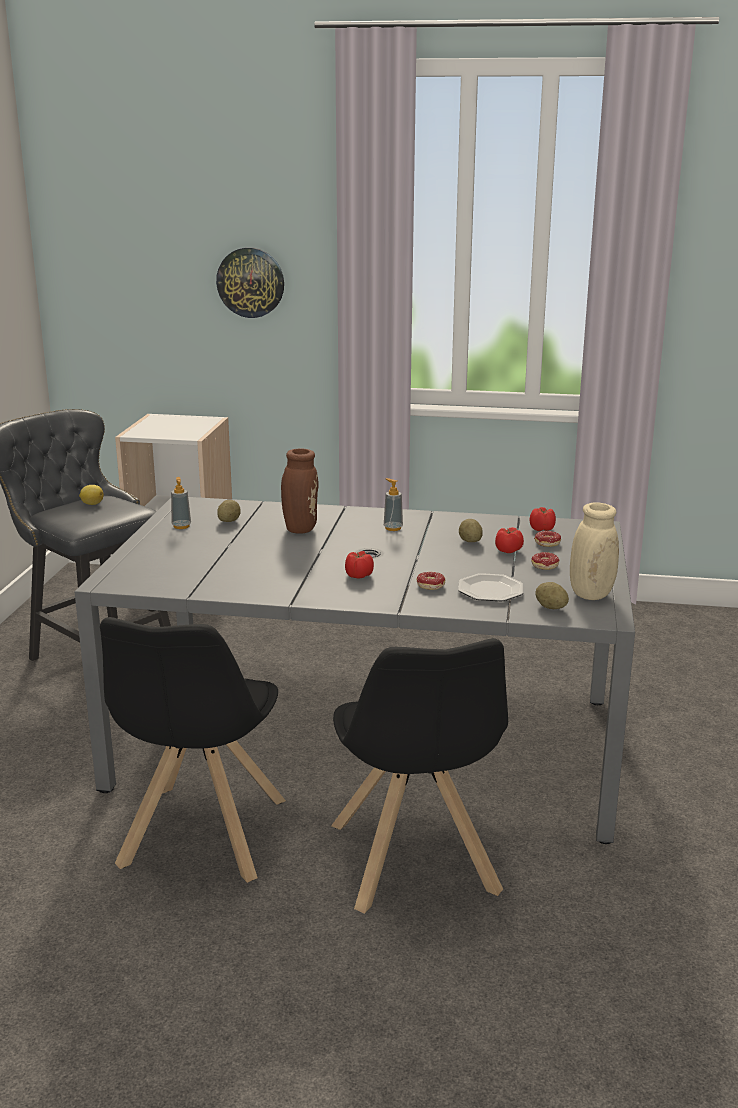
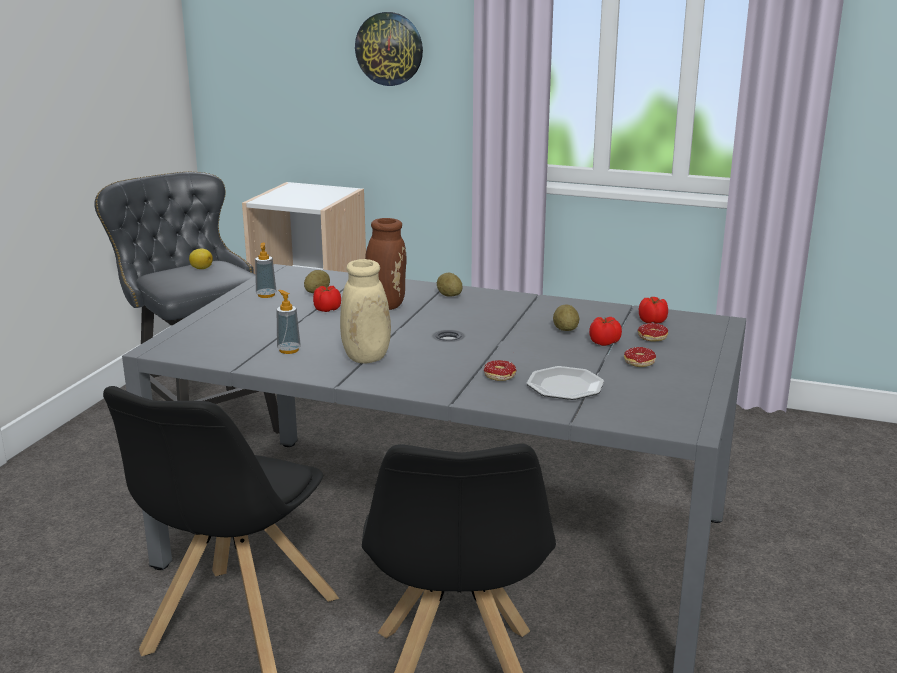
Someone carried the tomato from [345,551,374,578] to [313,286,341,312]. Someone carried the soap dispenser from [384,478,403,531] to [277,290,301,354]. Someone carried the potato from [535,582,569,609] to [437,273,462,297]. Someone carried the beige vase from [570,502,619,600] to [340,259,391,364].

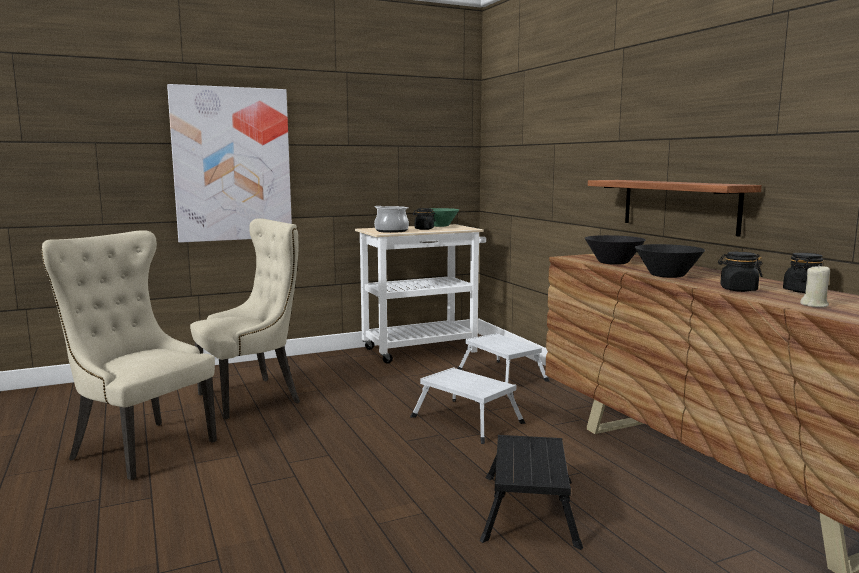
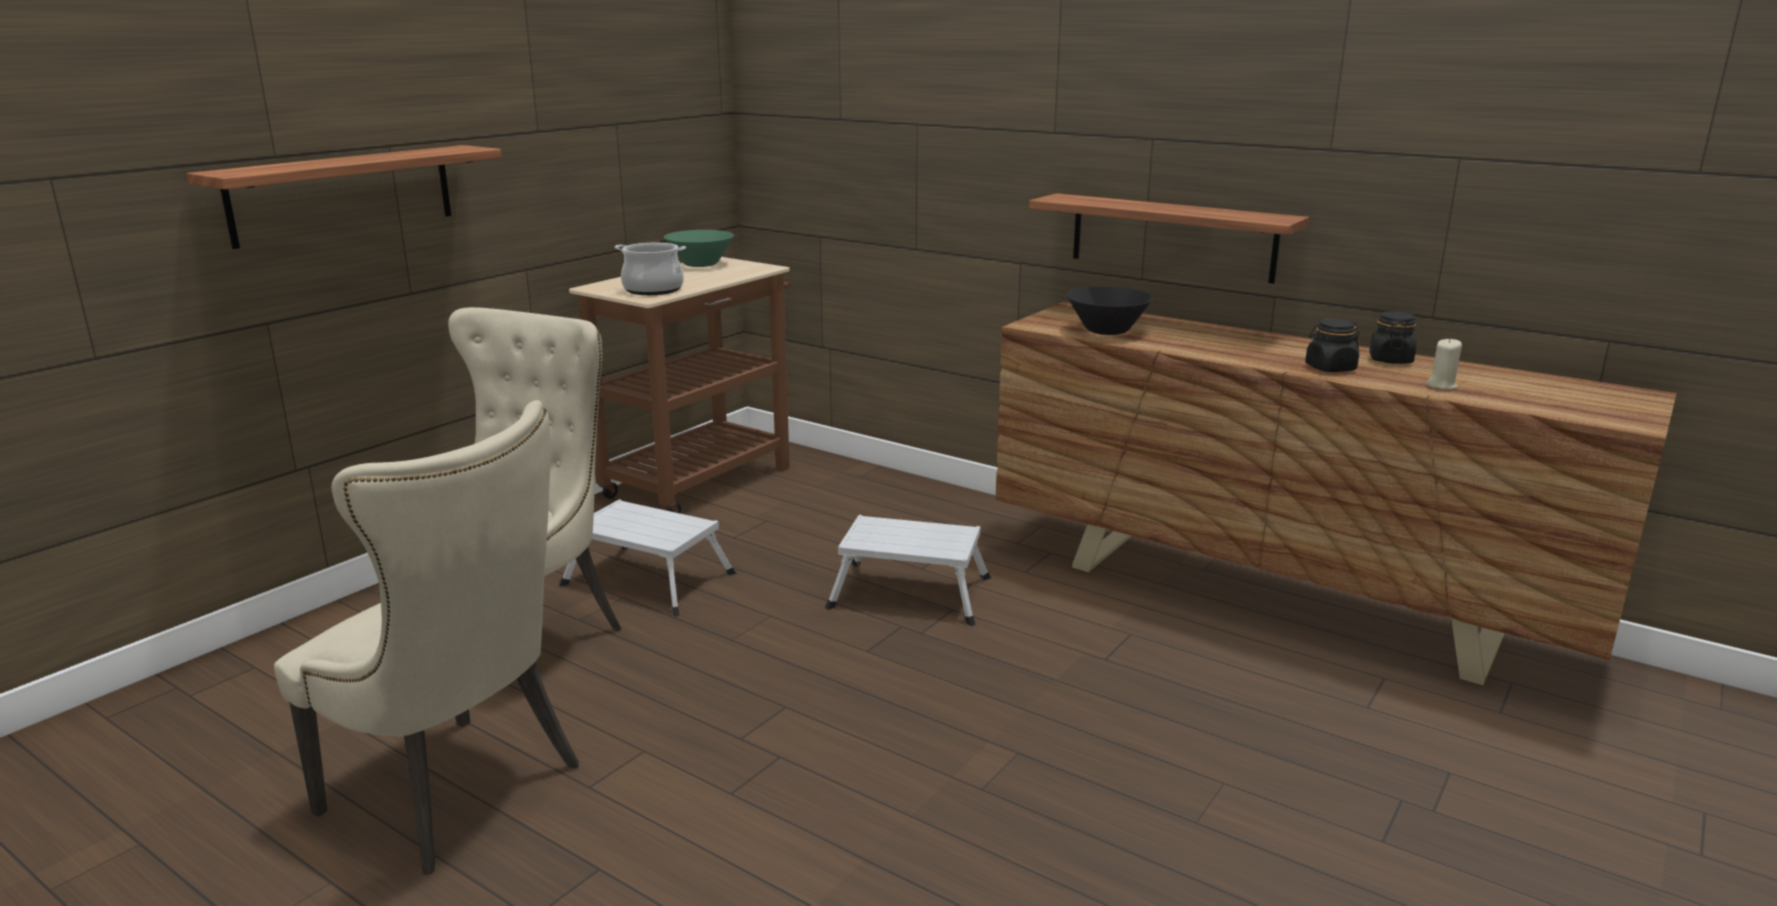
Someone rotated the beige chair at [41,230,217,480] by 150 degrees counterclockwise. Someone swapped the picture at [167,84,292,243] for the shelf at [186,145,502,249]. Someone repainted the white cart at [355,224,486,364], which became the brown cart at [569,257,791,513]. Someone took away the black jar at [413,208,436,230]. Someone carried the white step ladder from [457,333,550,383] to [559,499,737,617]. Someone took away the black step ladder at [480,435,583,550]. Someone took away the black bowl at [635,244,705,278].

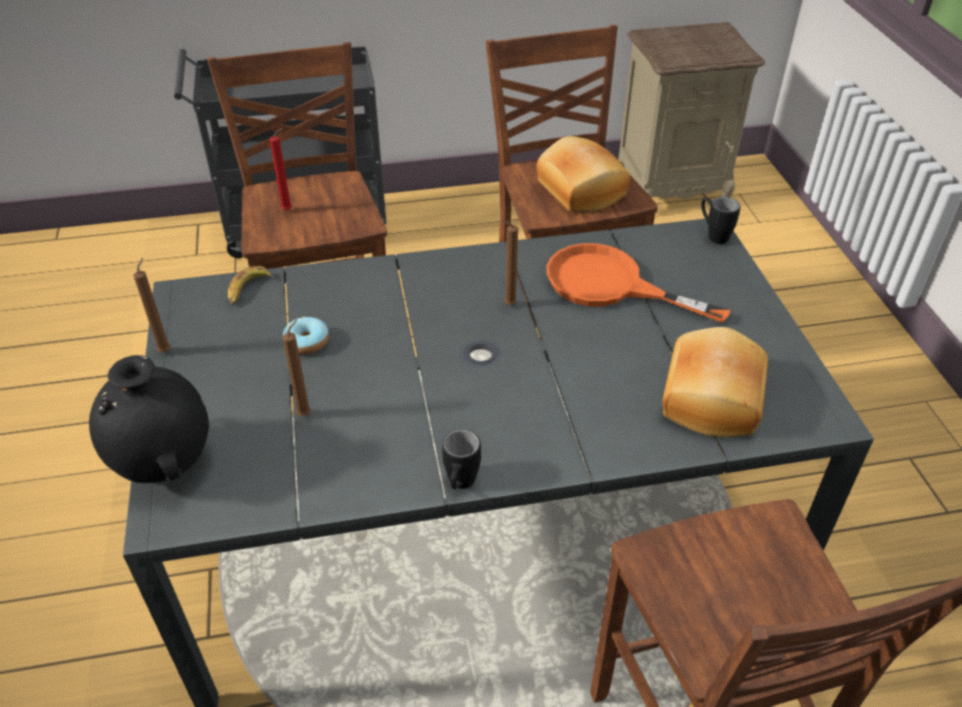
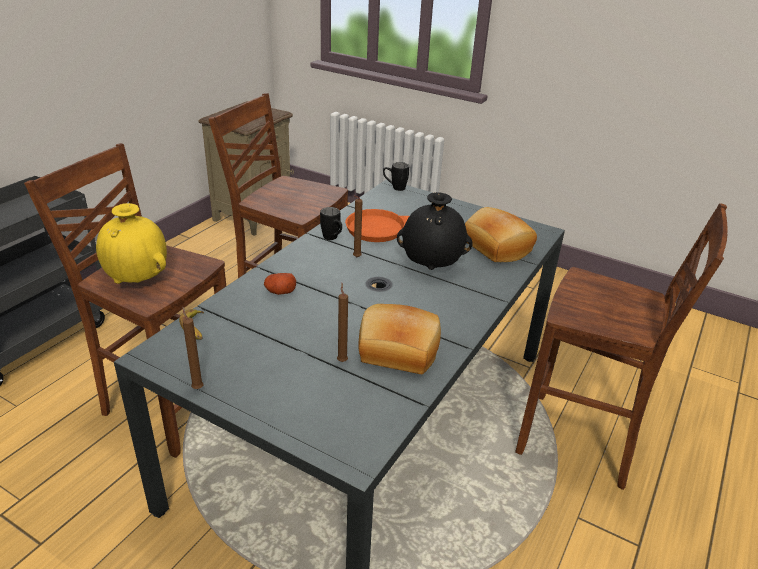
Someone carried the black vase from [89,355,209,483] to [397,192,473,270]. Someone swapped the red candle at [269,128,292,211] for the yellow vase at [96,203,167,284]. Someone took away the donut at [283,317,329,354]. Someone carried the black mug from [442,429,481,489] to [320,207,342,240]. Someone carried the bread from [536,136,630,212] to [358,304,441,374]. Someone put down the potato at [264,273,296,295].

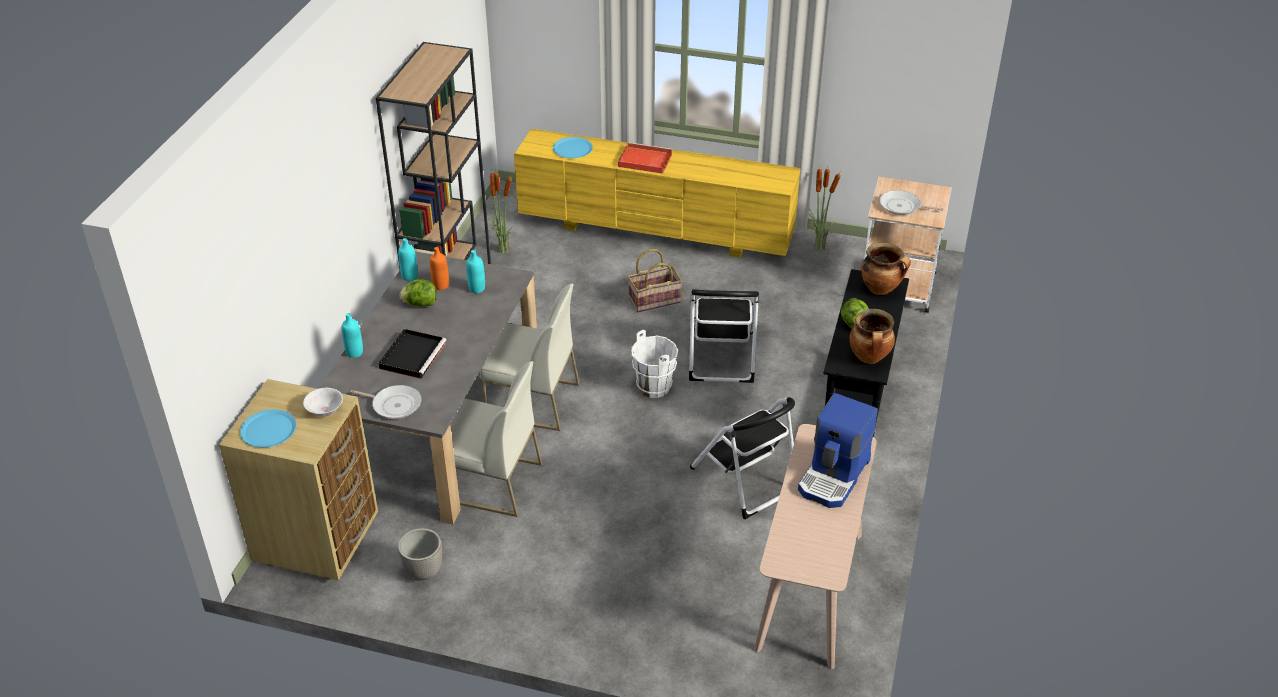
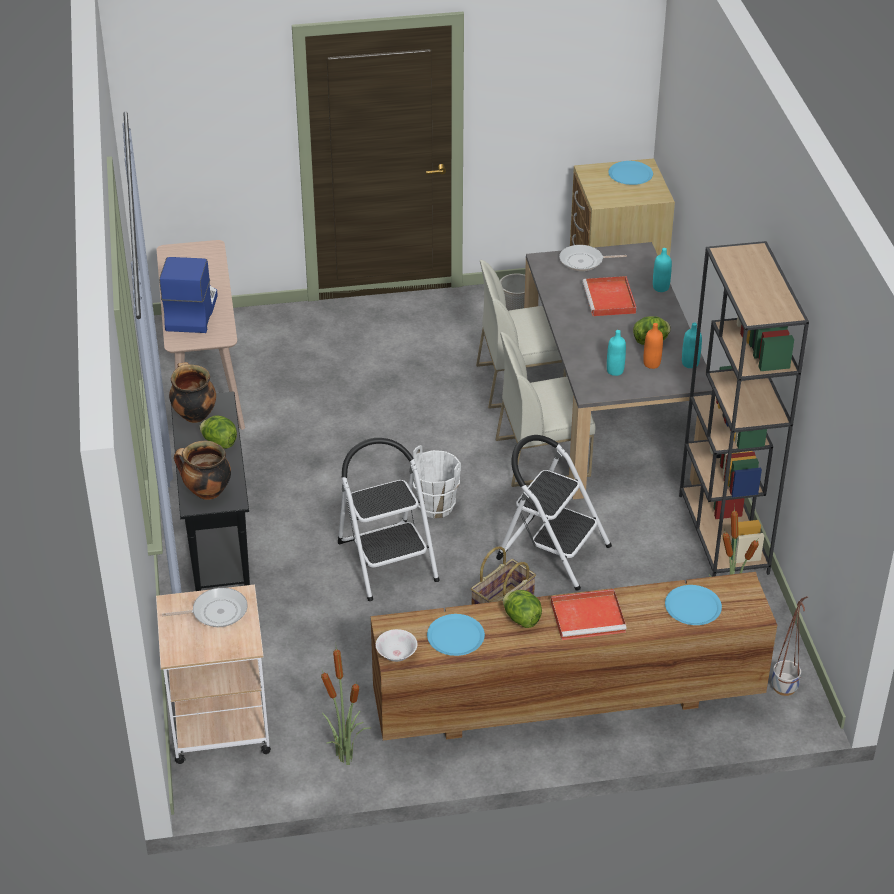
Someone carried the white bowl from [303,388,343,417] to [376,629,417,662]. Someone repainted the black tray at [379,329,446,379], which became the red tray at [582,276,636,316]. Someone repainted the yellow cabinet at [514,129,800,258], which became the brown cabinet at [371,572,777,741]. Someone carried the step ladder from [690,397,795,519] to [496,435,612,591]. Someone put down the blue plate at [427,614,485,656]. Someone put down the lettuce at [503,590,542,628]. Someone put down the planter at [771,597,808,696].

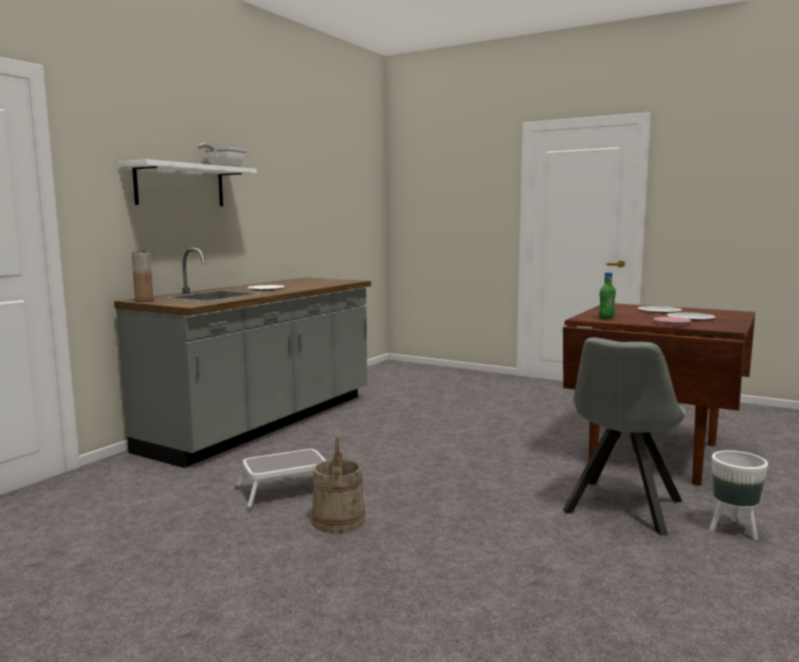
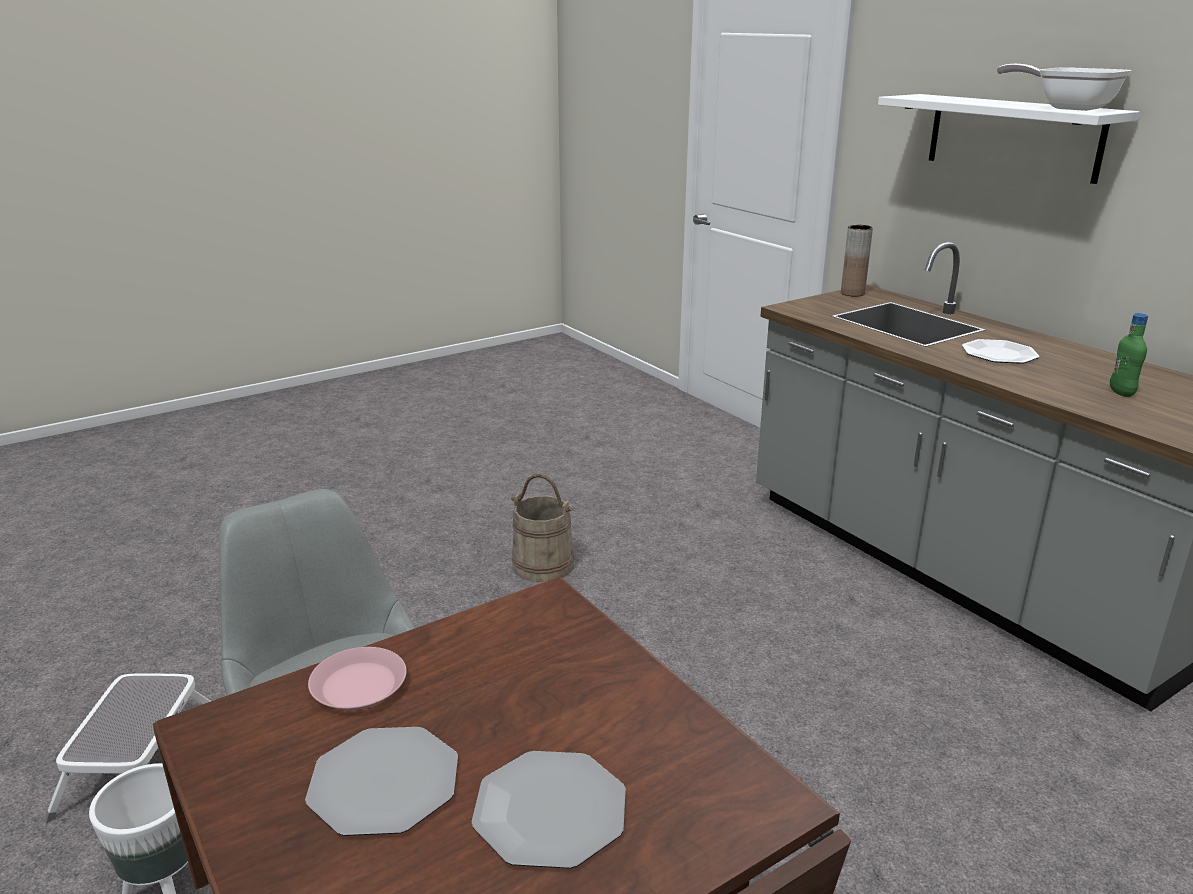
Someone carried the grey step ladder from [234,449,326,513] to [45,673,211,823]. Someone carried the green bottle from [599,272,616,319] to [1110,313,1148,397].

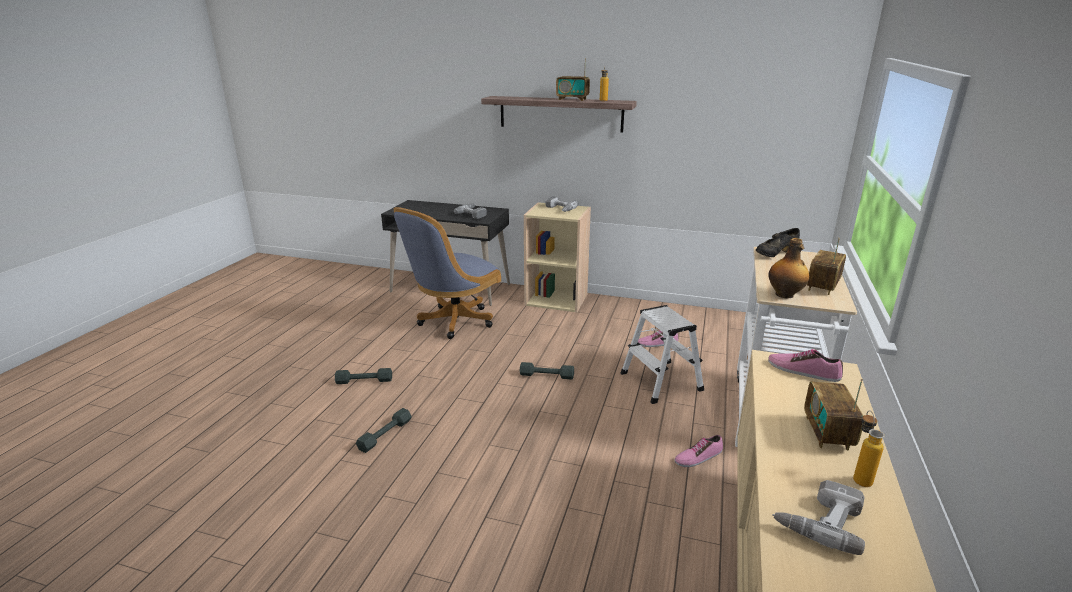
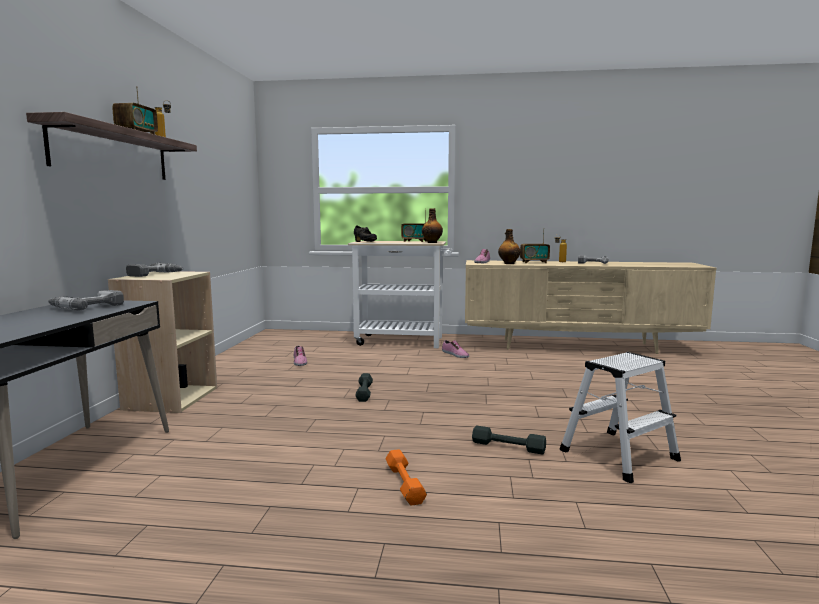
Someone repainted the grey dumbbell at [335,368,392,384], which became the orange dumbbell at [386,449,427,505]. Someone took away the blue office chair at [394,207,501,339]. Someone carried the white step ladder from [620,305,704,404] to [560,352,681,483]. Someone put down the bottle at [498,229,520,264].

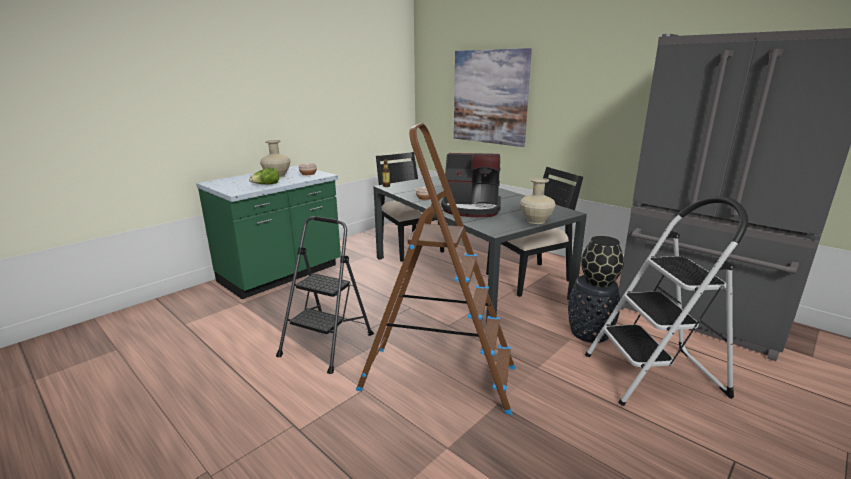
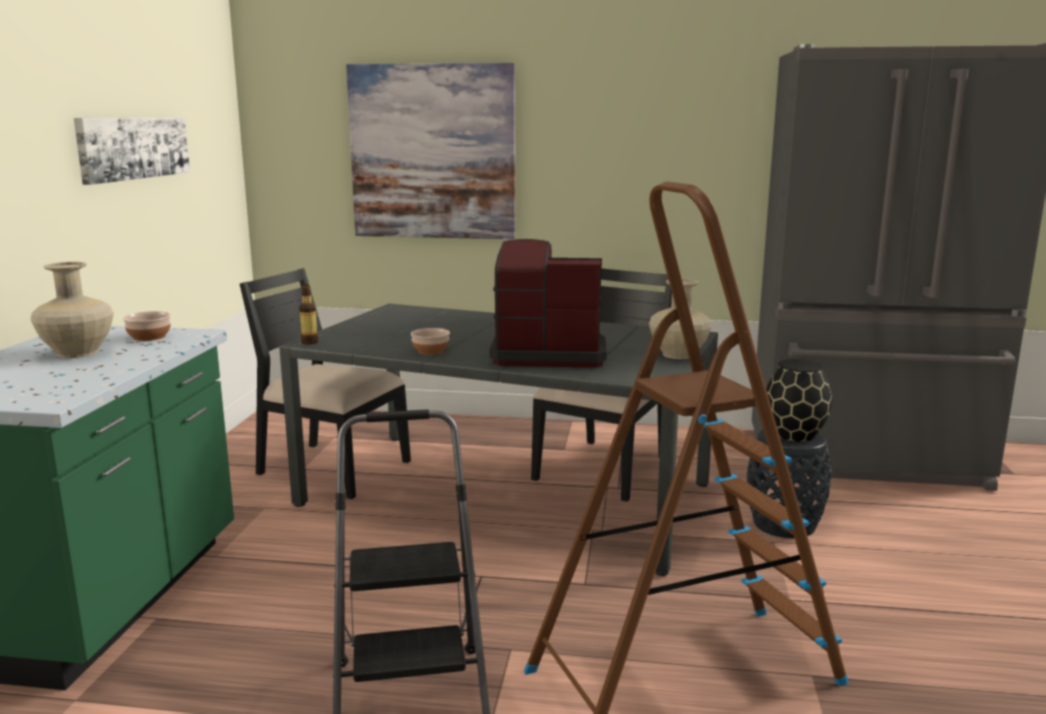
Someone took away the lettuce at [249,167,279,184]. Someone rotated the coffee machine at [441,153,501,217] by 150 degrees counterclockwise. Someone took away the step ladder at [585,197,748,406]. Someone put up the picture at [74,117,190,185].

